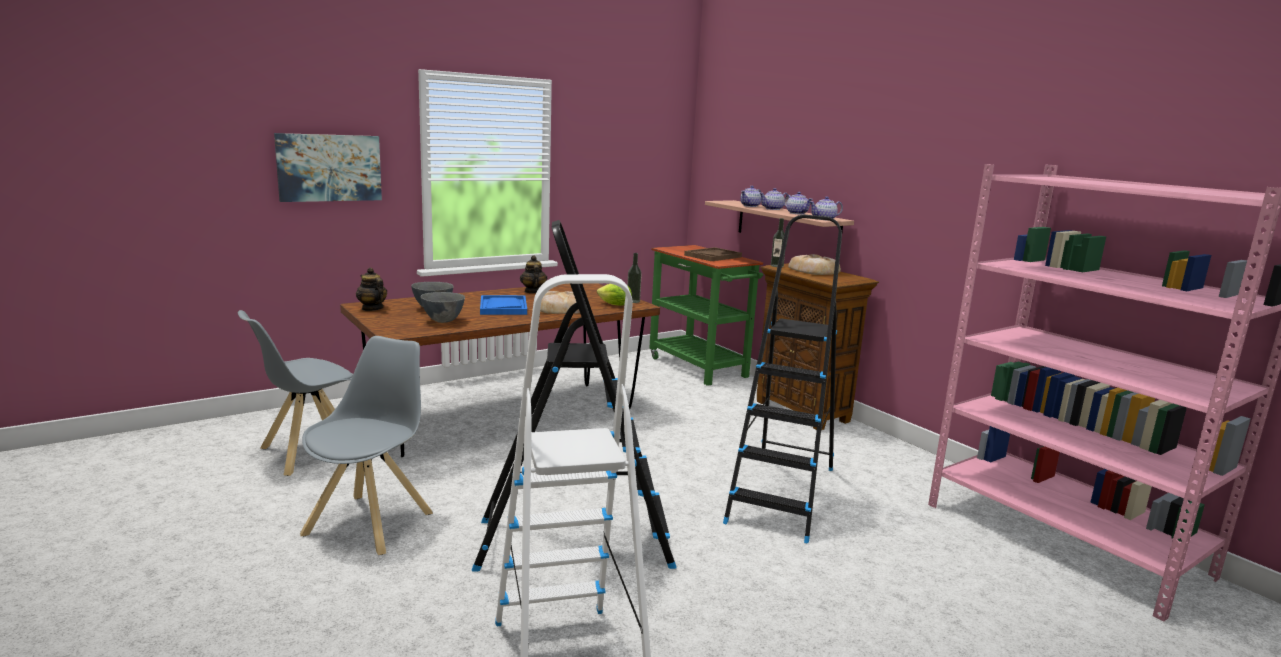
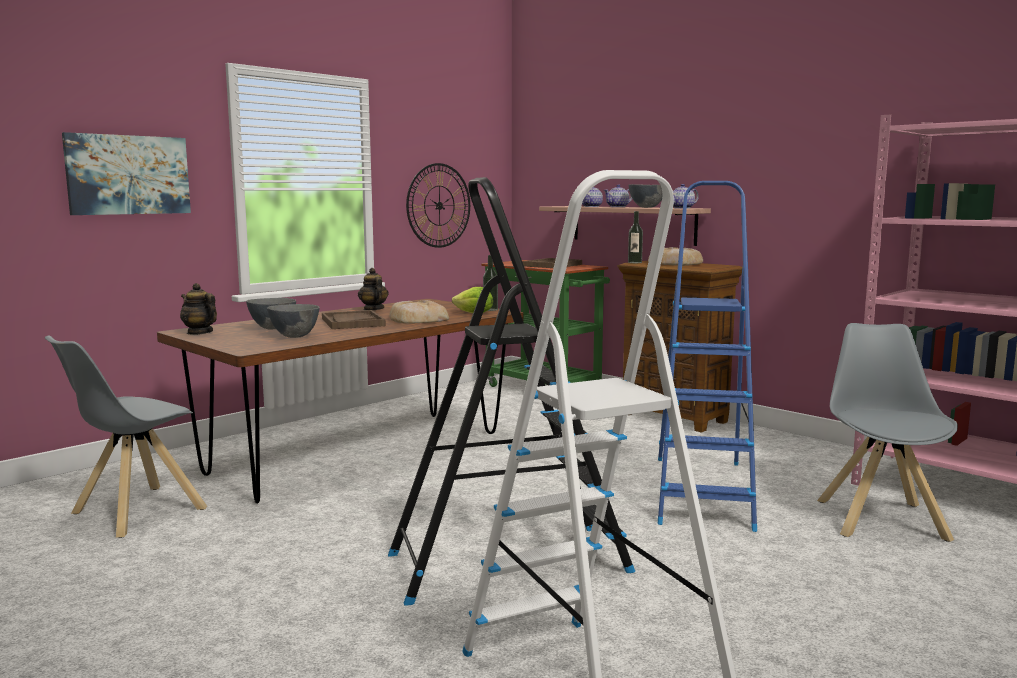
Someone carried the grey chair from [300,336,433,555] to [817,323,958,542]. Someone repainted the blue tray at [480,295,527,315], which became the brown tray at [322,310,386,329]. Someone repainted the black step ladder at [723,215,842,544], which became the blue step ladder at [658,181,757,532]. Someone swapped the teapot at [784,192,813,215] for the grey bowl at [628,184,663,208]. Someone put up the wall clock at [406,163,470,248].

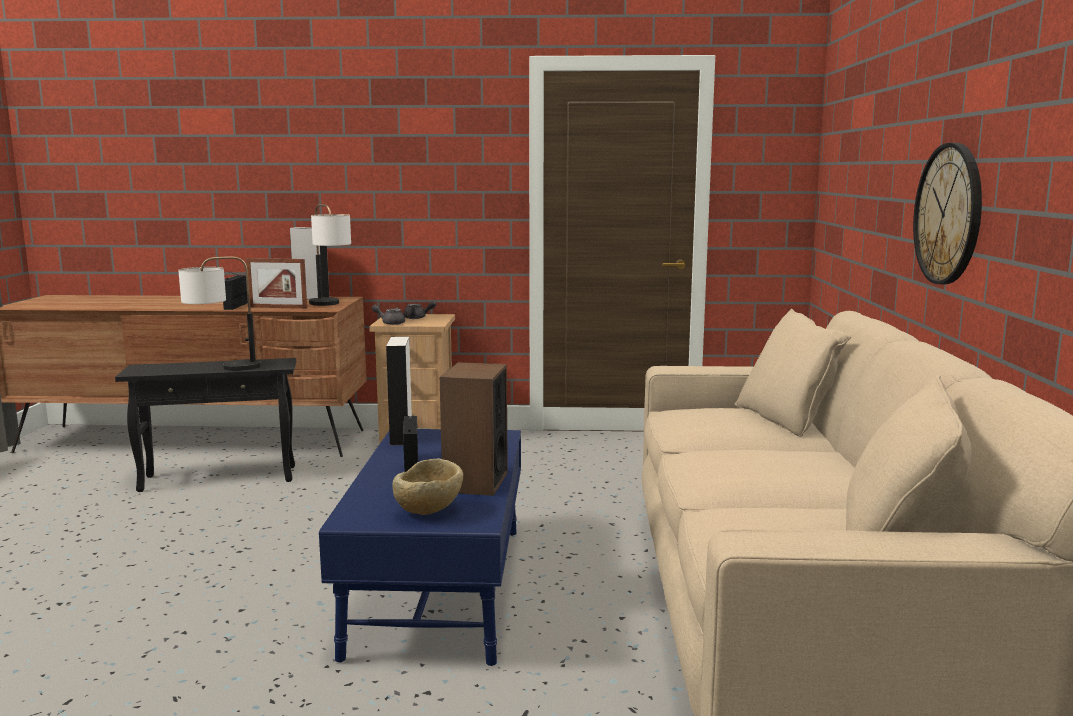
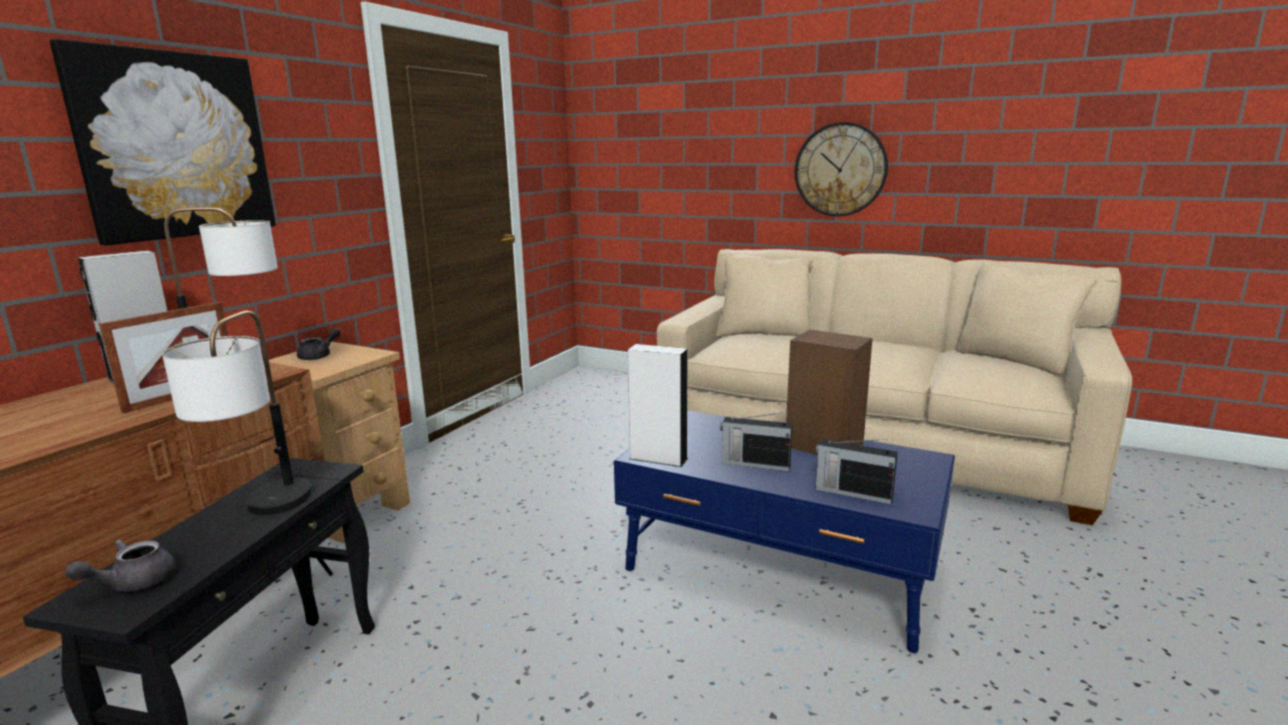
Someone carried the radio from [223,272,248,310] to [815,439,898,504]. Someone carried the grey teapot from [372,305,405,325] to [65,540,176,592]. Someone took away the beige bowl at [392,458,463,515]. Someone put up the picture at [50,39,276,245].

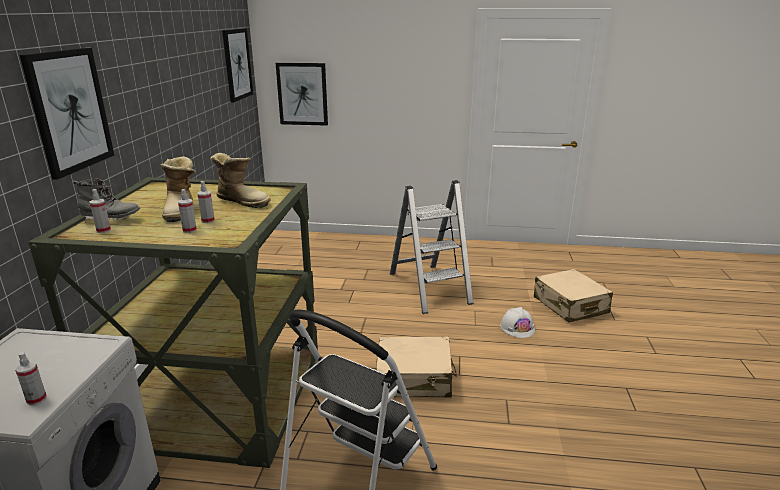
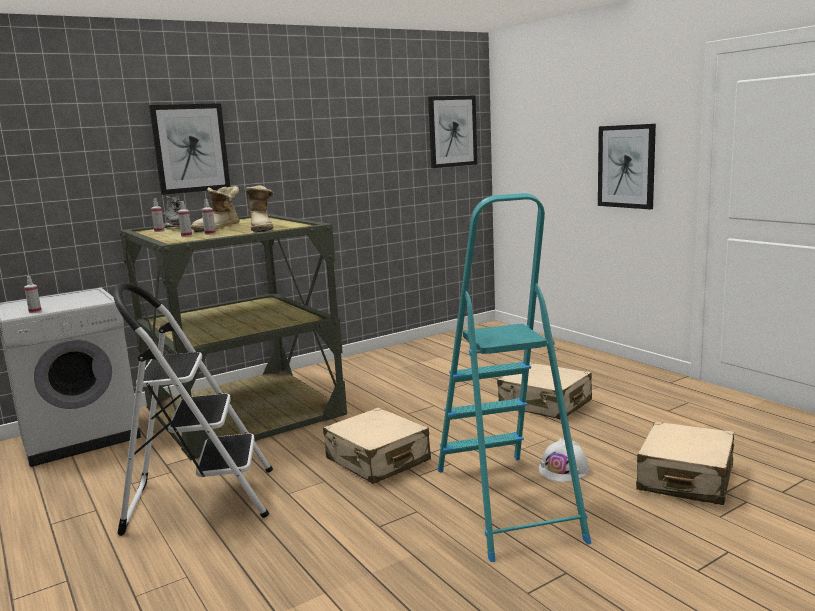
Someone carried the picture from [276,63,328,126] to [598,124,656,209]. Someone swapped the grey step ladder at [390,180,474,314] for the beige suitcase at [497,363,592,420]. Someone put down the turquoise step ladder at [437,193,591,562].

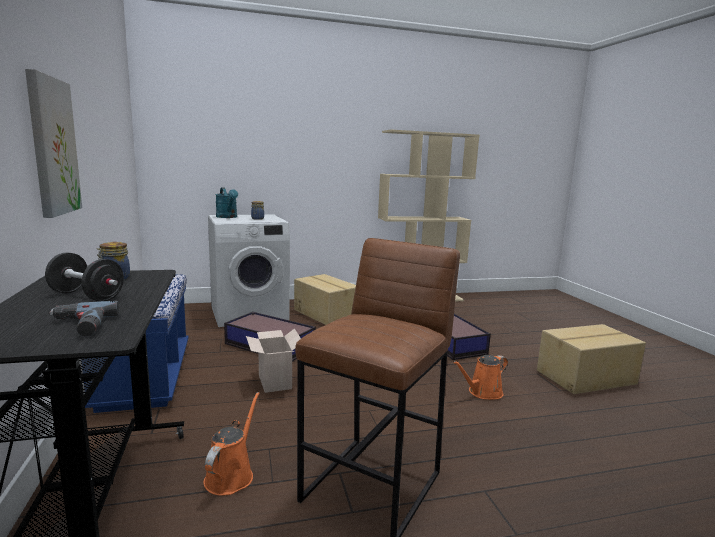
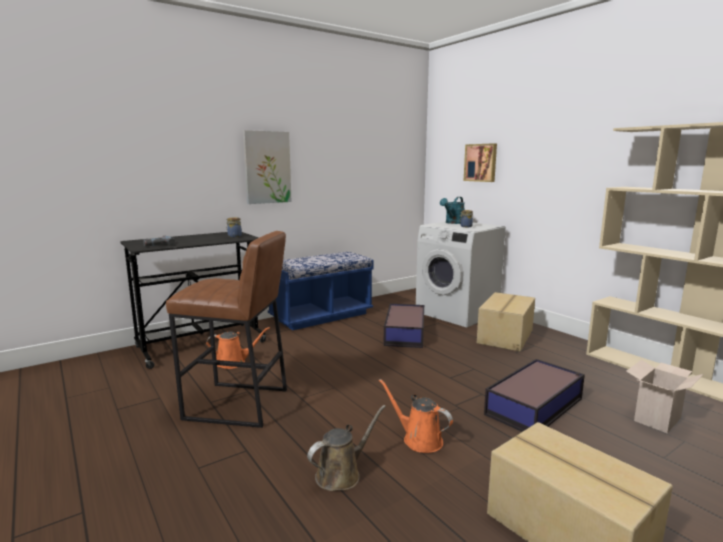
Someone took away the black dumbbell at [45,252,124,301]. Someone carried the cardboard box from [246,328,301,393] to [626,360,704,433]. Someone put down the brown watering can at [307,405,386,491]. Someone put up the picture at [464,143,497,182].

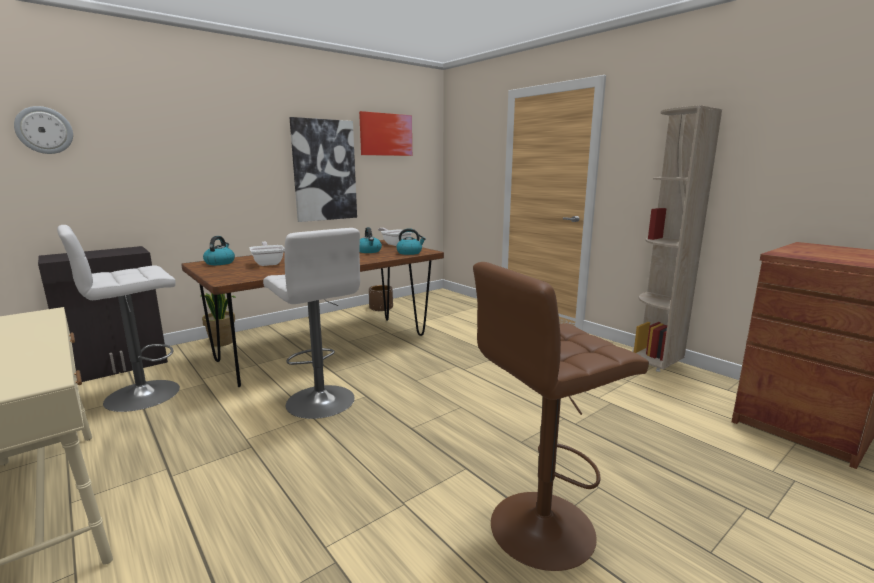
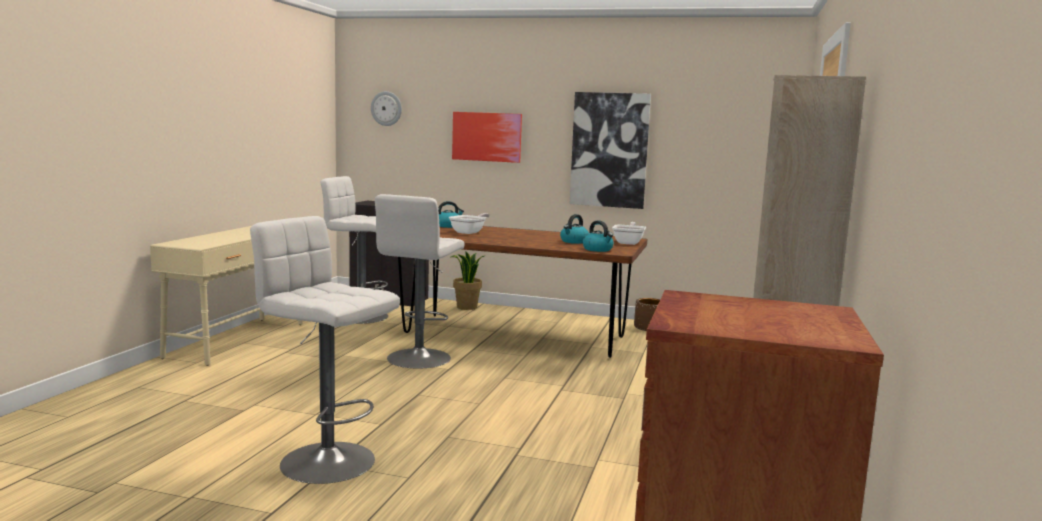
Someone carried the picture from [359,111,412,156] to [452,112,522,163]. Someone repainted the brown stool at [473,262,649,571], which became the white stool at [250,216,400,484].

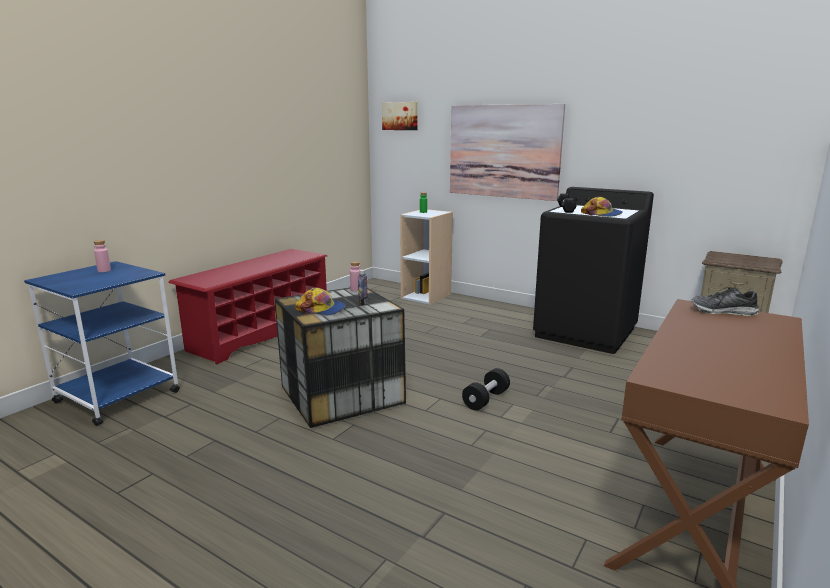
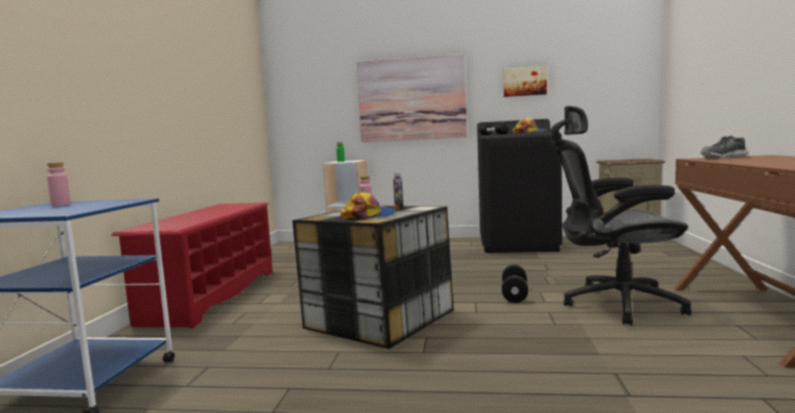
Someone carried the picture from [382,102,418,130] to [503,66,547,97]. Someone put down the office chair at [551,106,691,325].

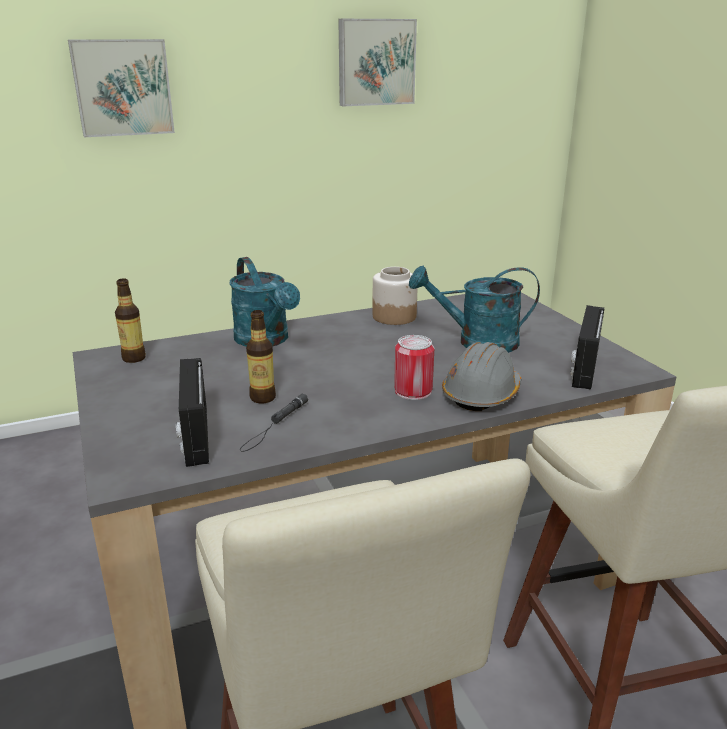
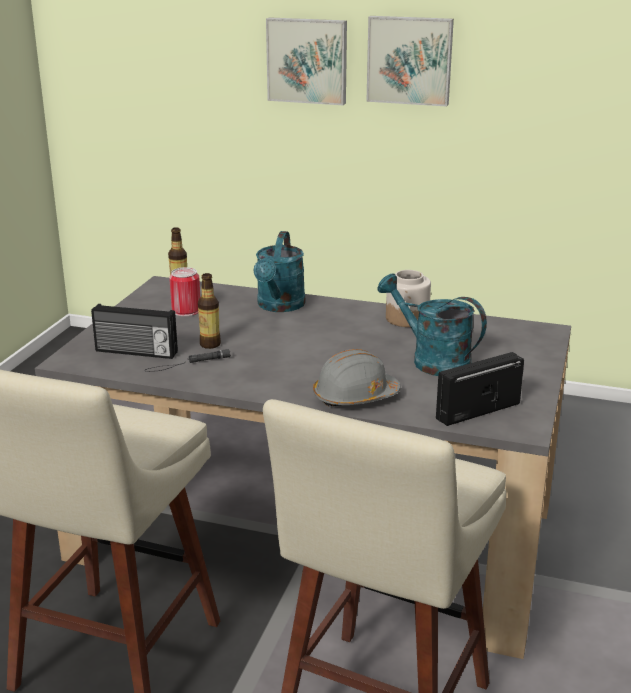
Someone rotated the radio at [176,358,209,467] by 105 degrees counterclockwise. Someone carried the picture from [338,19,417,106] to [366,16,454,107]. Someone carried the can from [394,335,434,400] to [169,267,200,316].

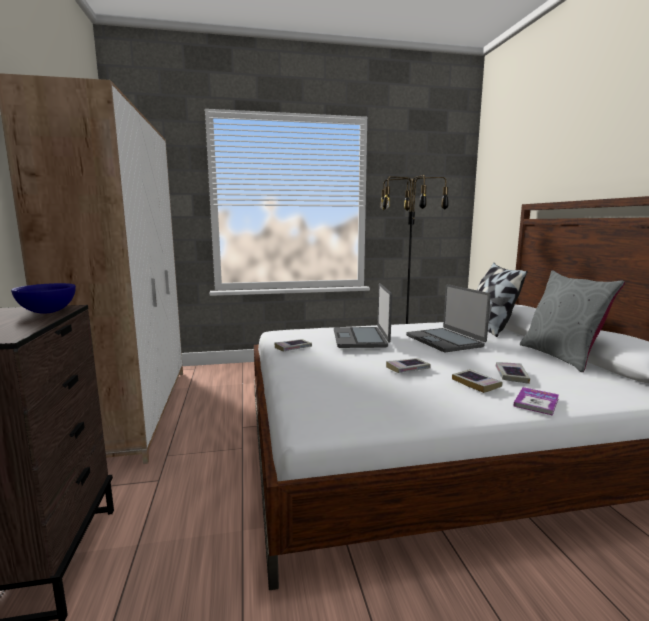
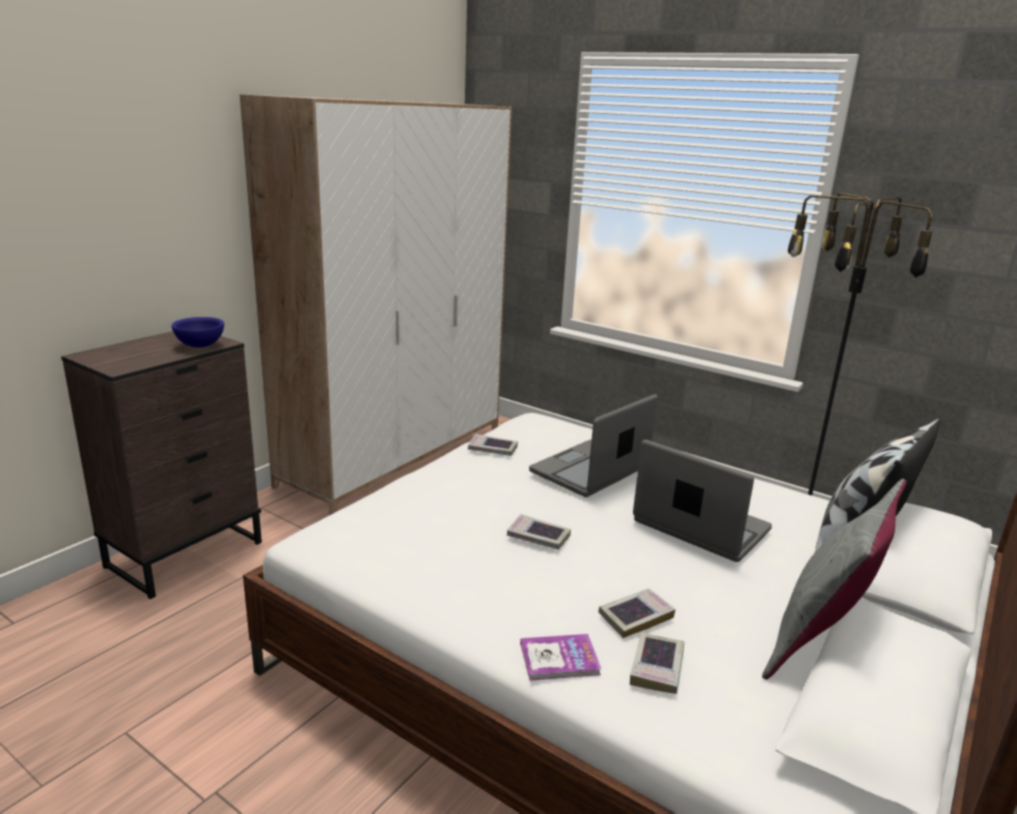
Someone rotated the laptop at [406,284,491,352] by 105 degrees clockwise. Someone carried the book from [452,369,503,393] to [630,633,684,694].

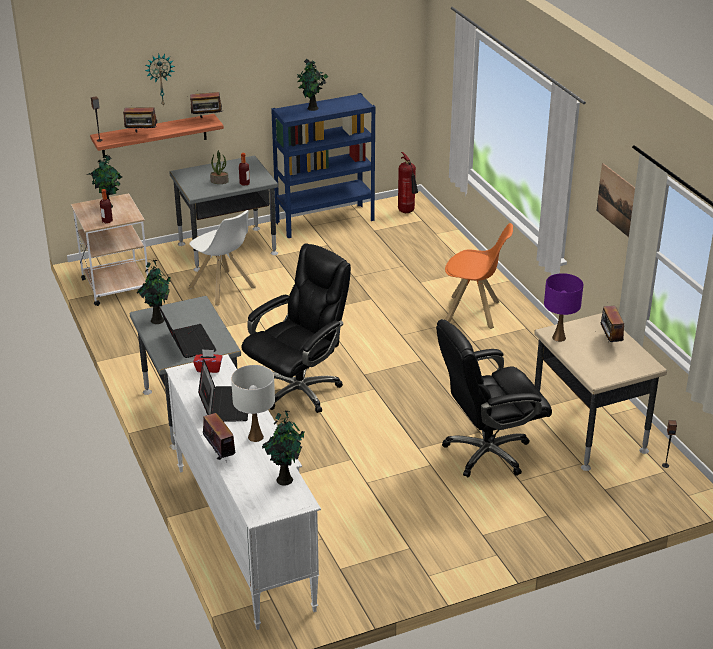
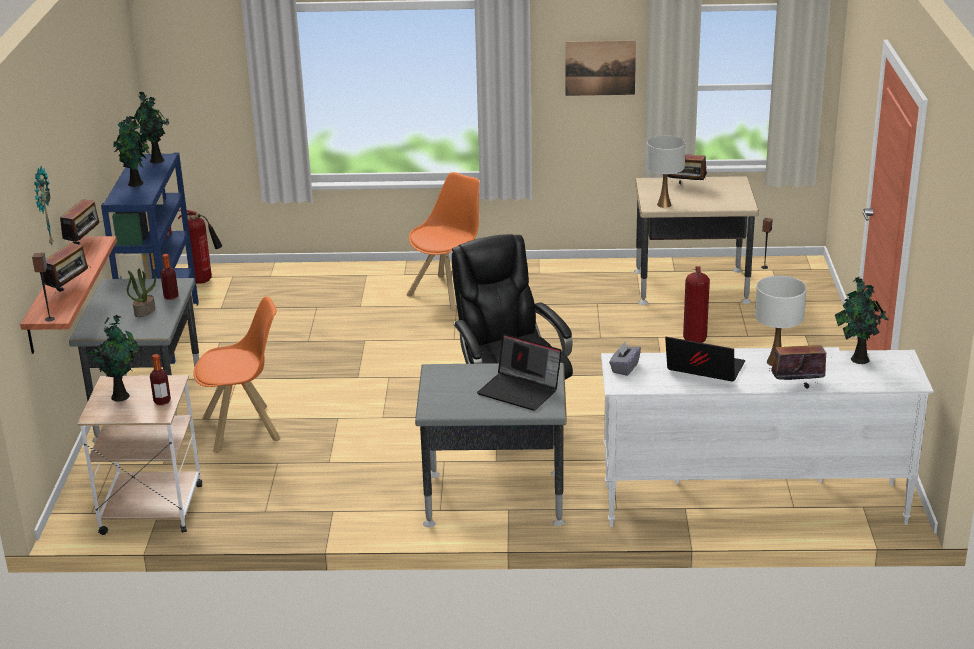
Someone carried the potted plant from [137,260,171,324] to [131,92,169,163]. Someone rotated the laptop at [159,306,216,358] by 150 degrees counterclockwise. Someone repainted the white chair at [189,210,256,305], which became the orange chair at [193,296,281,453]. Someone repainted the red tissue box at [193,349,223,373], which became the grey tissue box at [609,342,641,376]. Someone swapped the black office chair at [436,319,552,477] for the fire extinguisher at [683,266,710,343]. Someone repainted the purple table lamp at [544,273,583,342], which became the white table lamp at [646,135,686,208].

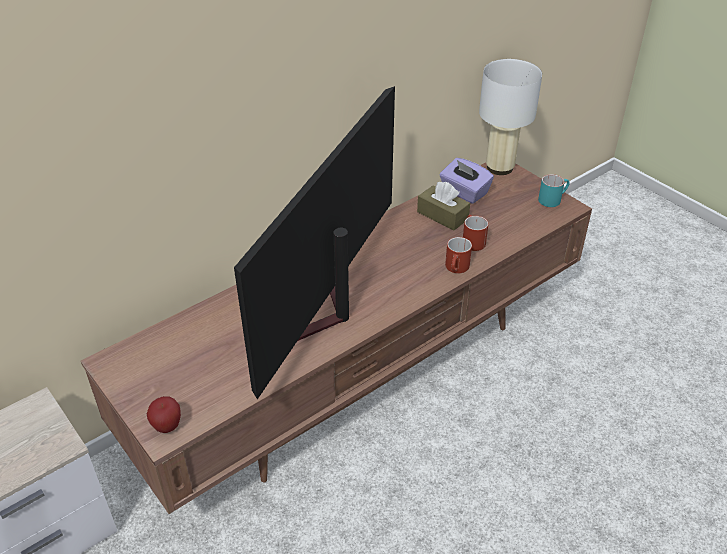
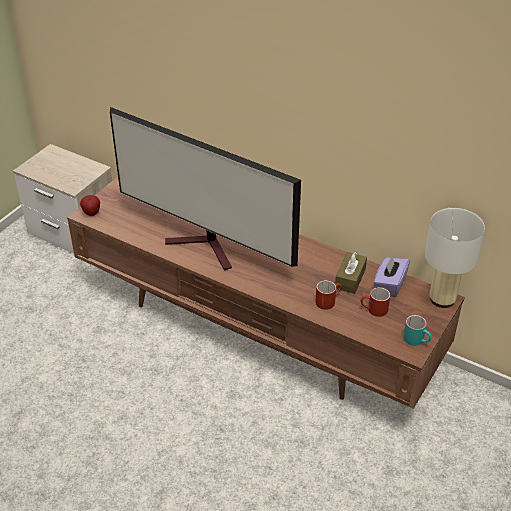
Someone rotated the television at [234,86,395,399] by 150 degrees counterclockwise. Someone carried the red mug from [445,237,472,273] to [361,287,390,317].

